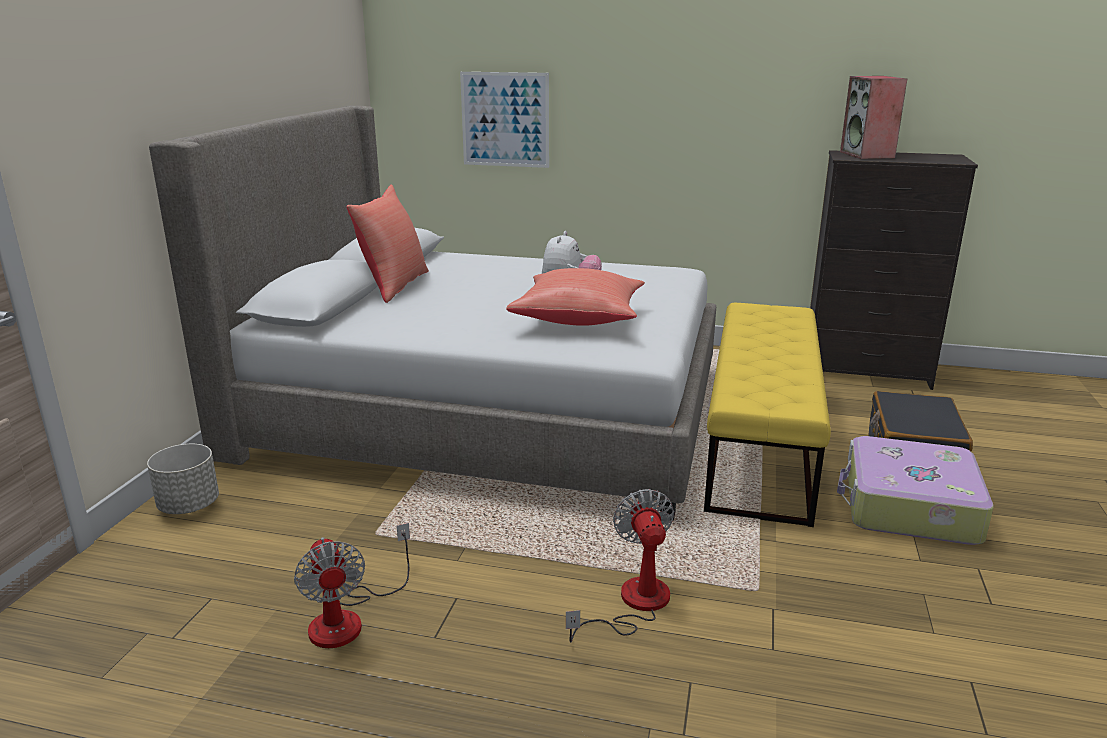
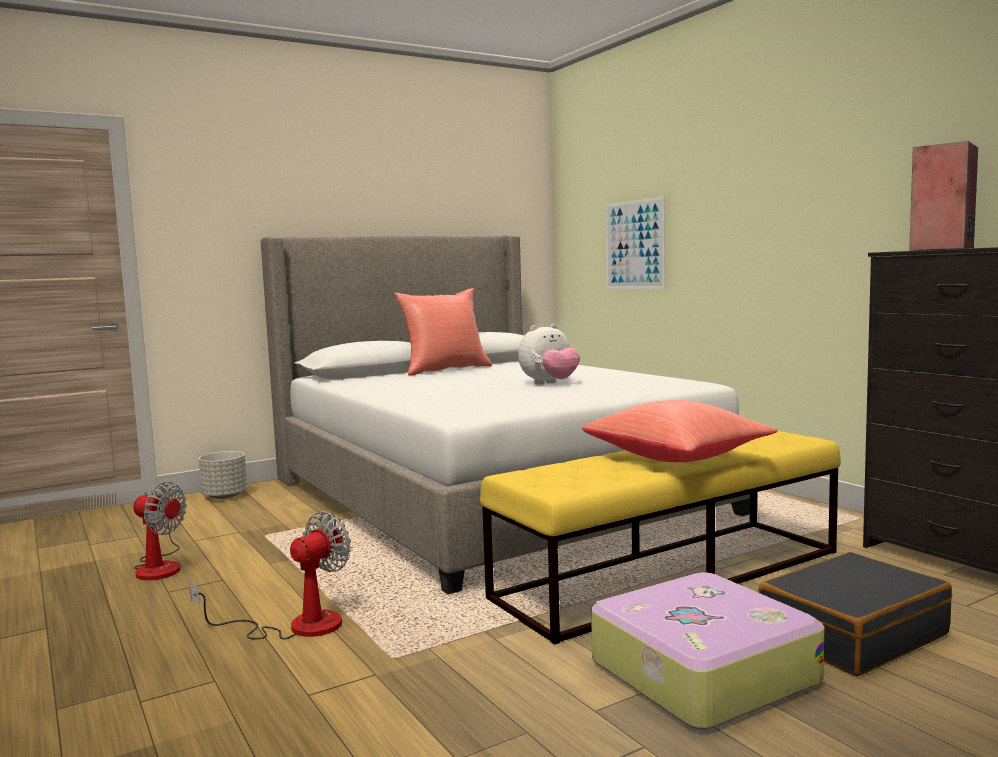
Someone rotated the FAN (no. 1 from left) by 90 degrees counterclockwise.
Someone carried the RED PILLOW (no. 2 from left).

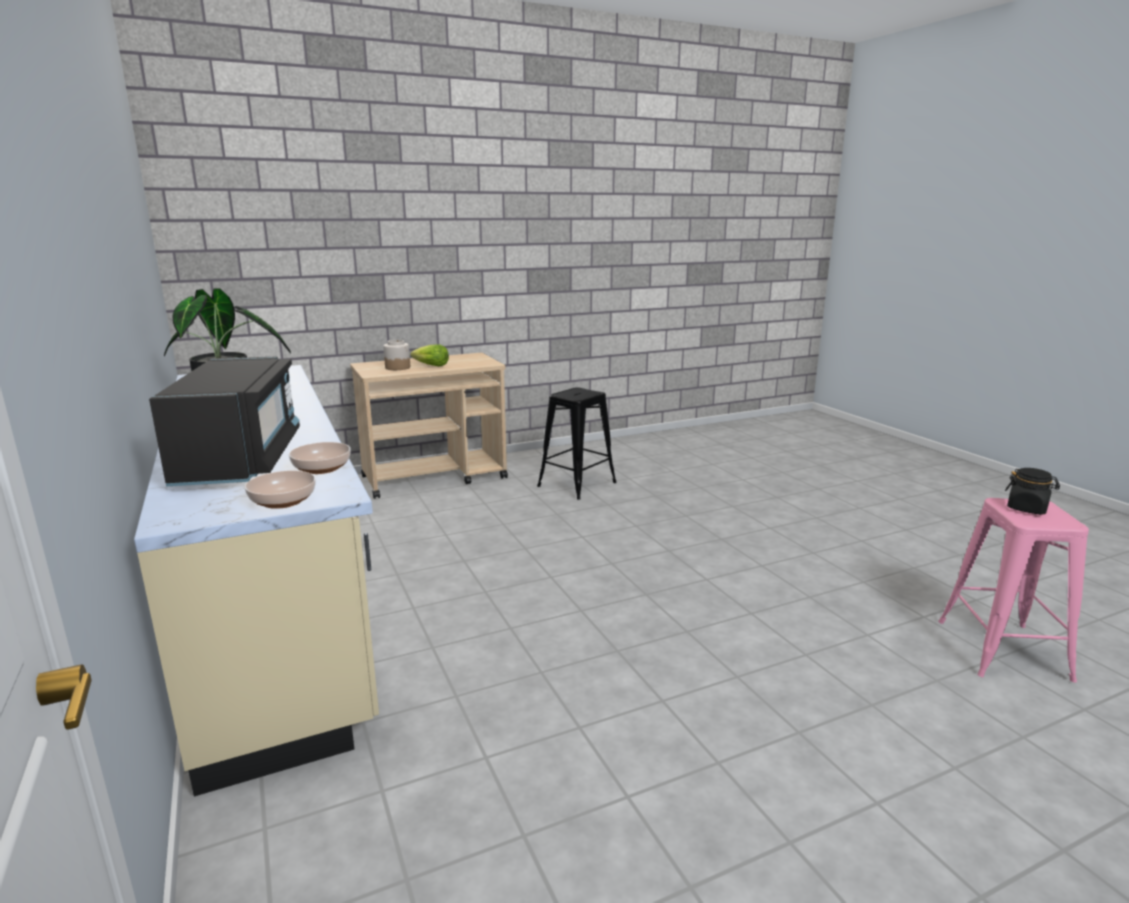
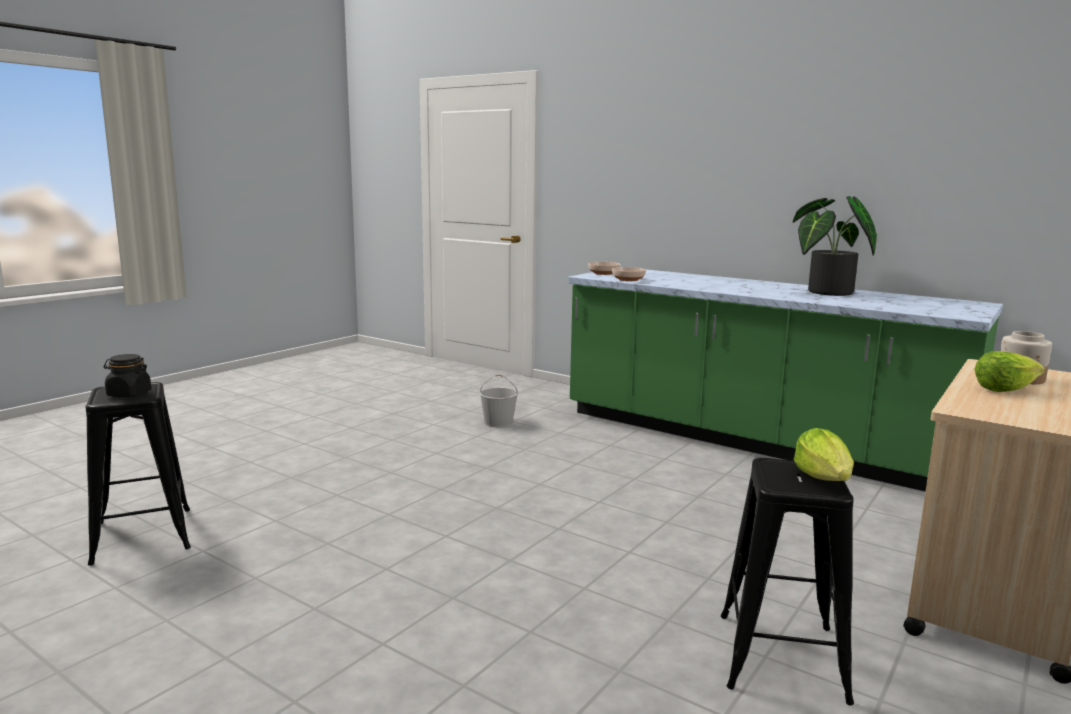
Someone repainted the PINK STOOL, which became the BLACK STOOL (no. 1 from left).
Someone put down the WHITE BUCKET.
Someone repainted the BEIGE COUNTER, which became the GREEN COUNTER.
Someone put down the LETTUCE (no. 1 from left).
Someone took away the BLACK MICROWAVE.

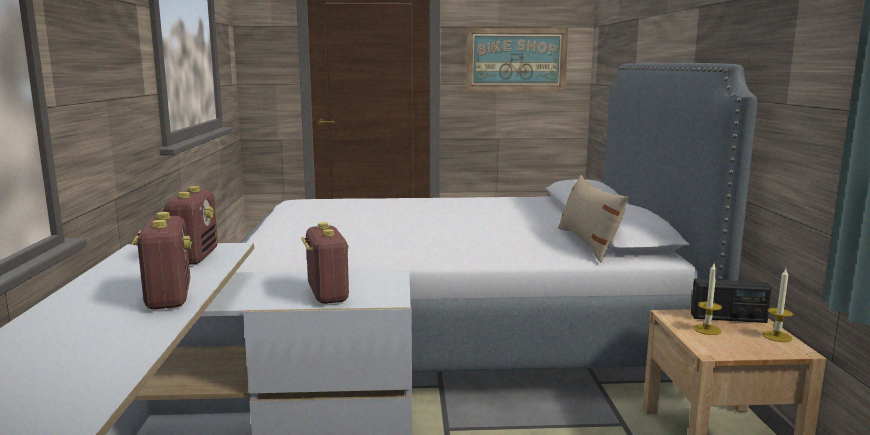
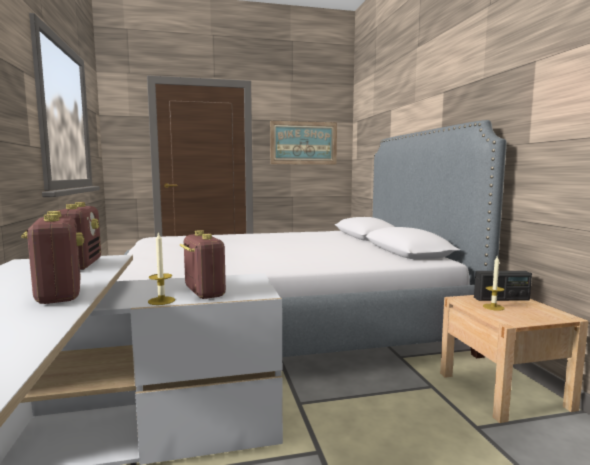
Someone carried the CANDLE (no. 2 from left in the first image).
Someone took away the BEIGE PILLOW.

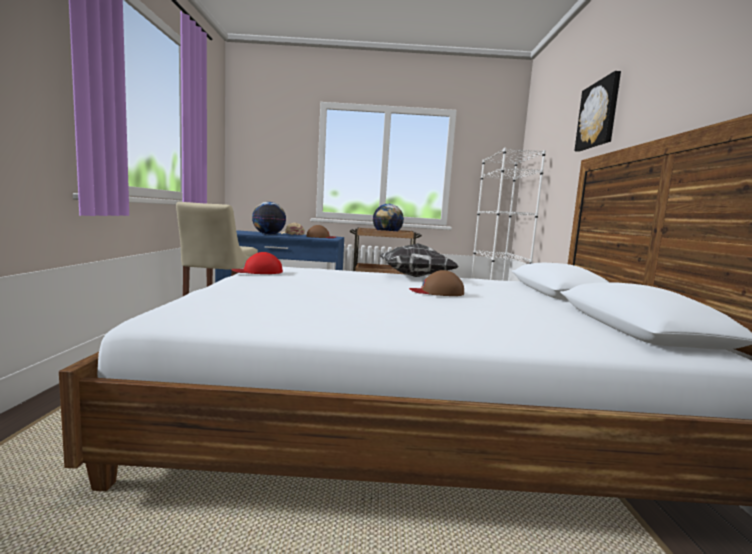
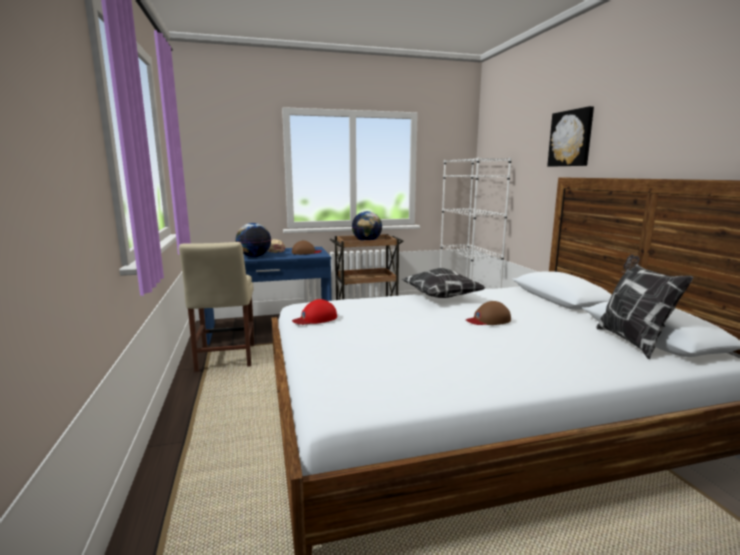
Someone put down the PILLOW (no. 2 from left).

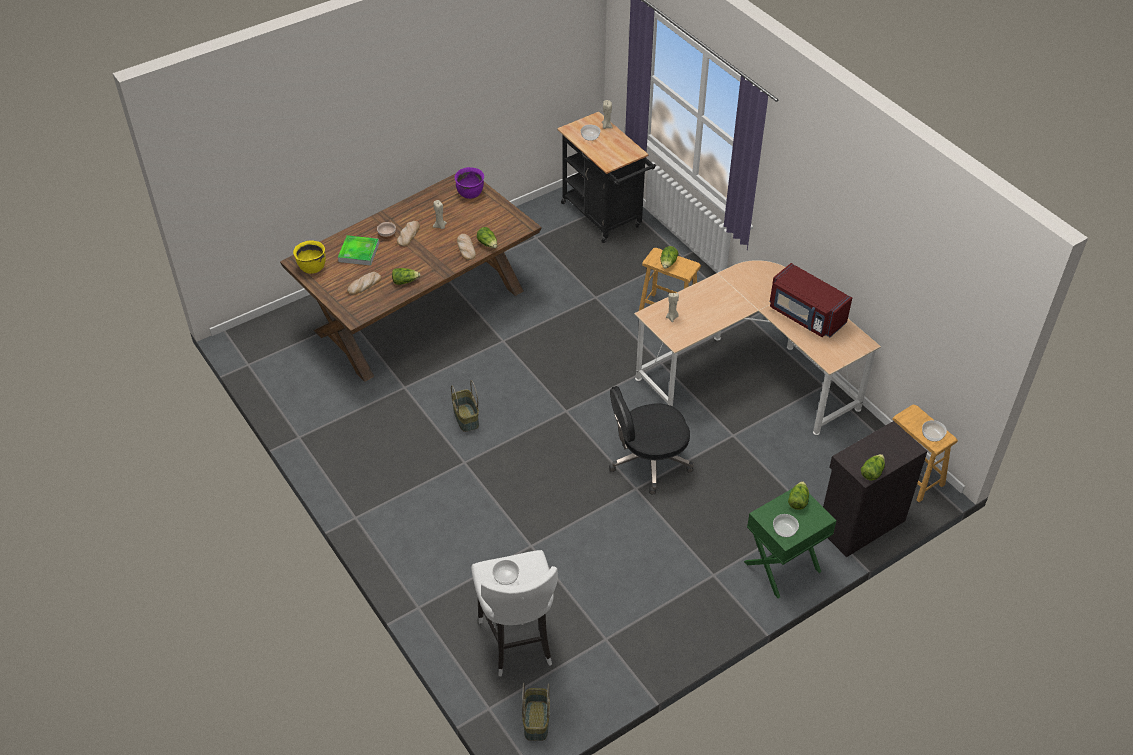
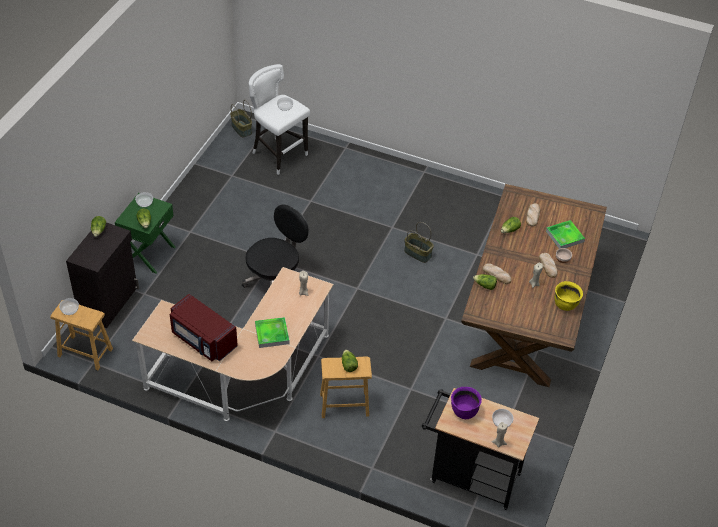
Someone rotated the RED MICROWAVE by 150 degrees counterclockwise.
Someone put down the TRAY (no. 1 from left).
Someone carried the PURPLE COOKING POT.
Someone carried the YELLOW COOKING POT.

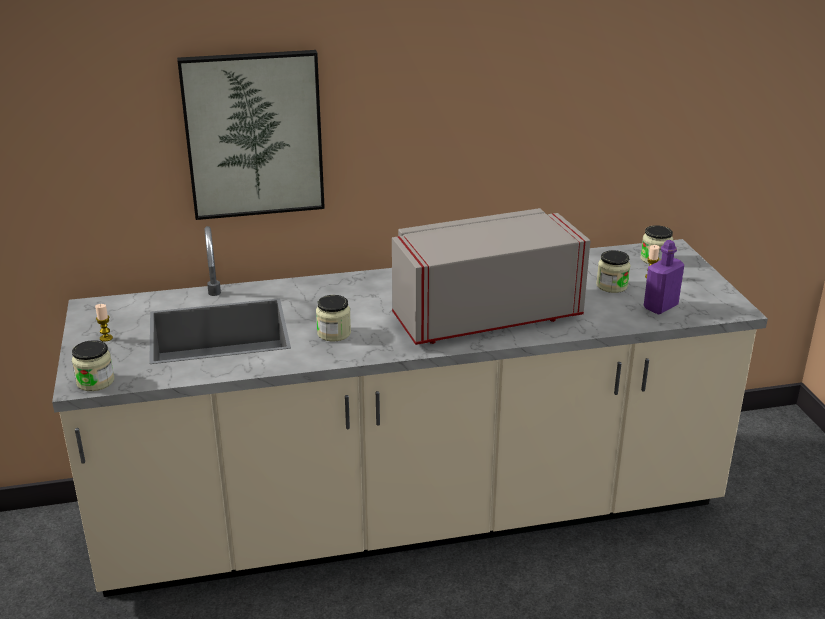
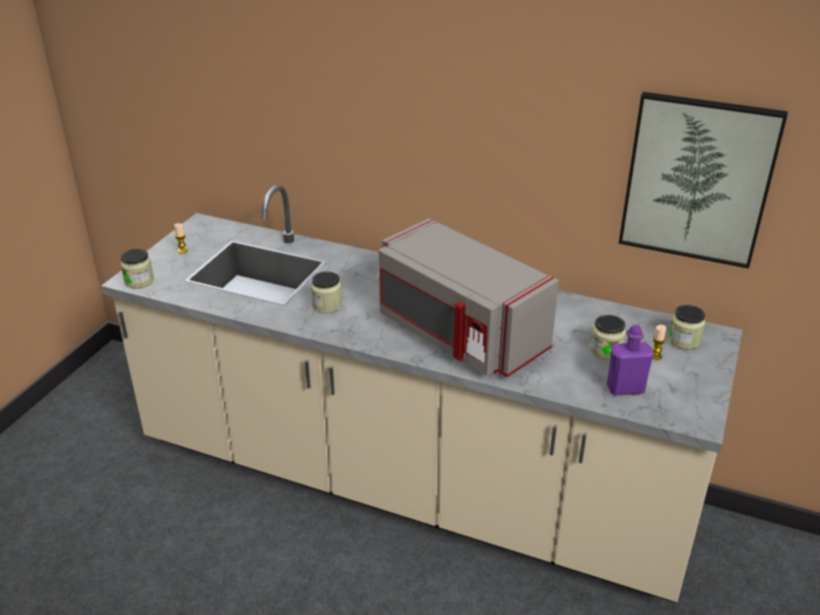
Someone rotated the GREY MICROWAVE by 150 degrees counterclockwise.
Someone carried the PICTURE.

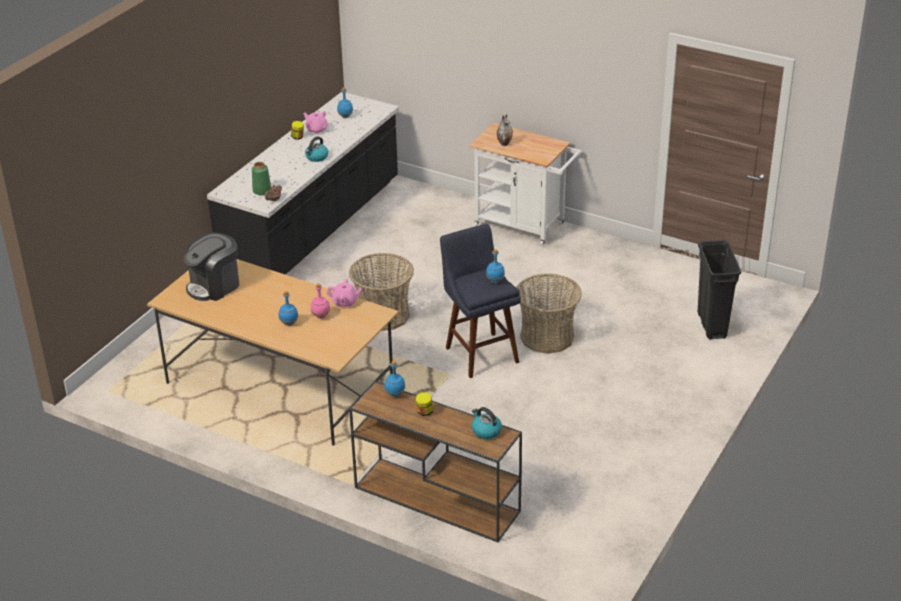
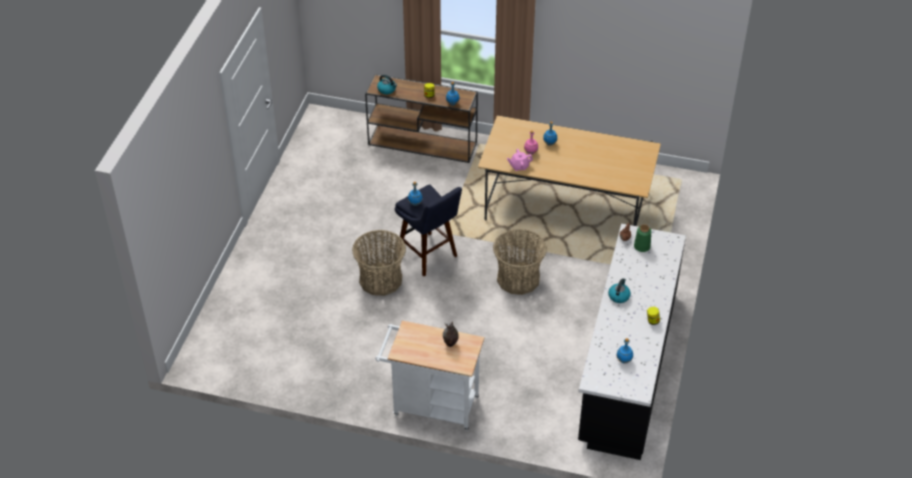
Someone took away the COFFEE MACHINE.
Someone took away the PINK TEAPOT (no. 1 from left).
Someone took away the BLACK TRASH CAN.

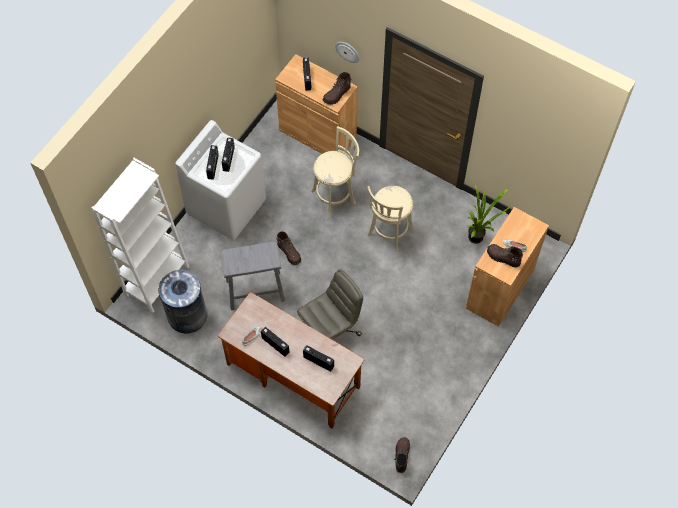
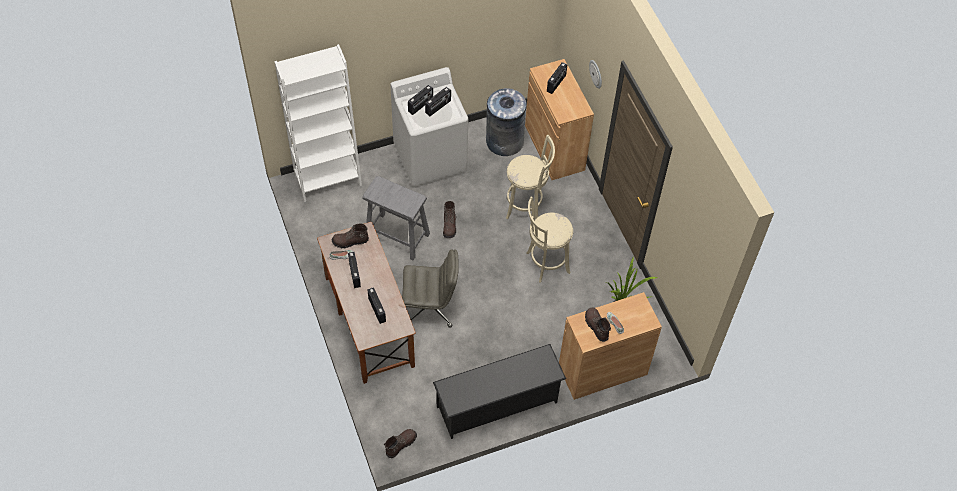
Someone carried the BROWN BOOT (no. 2 from left in the first image).
Someone put down the BLACK SHOE RACK.
Someone carried the GREY TRASH CAN.

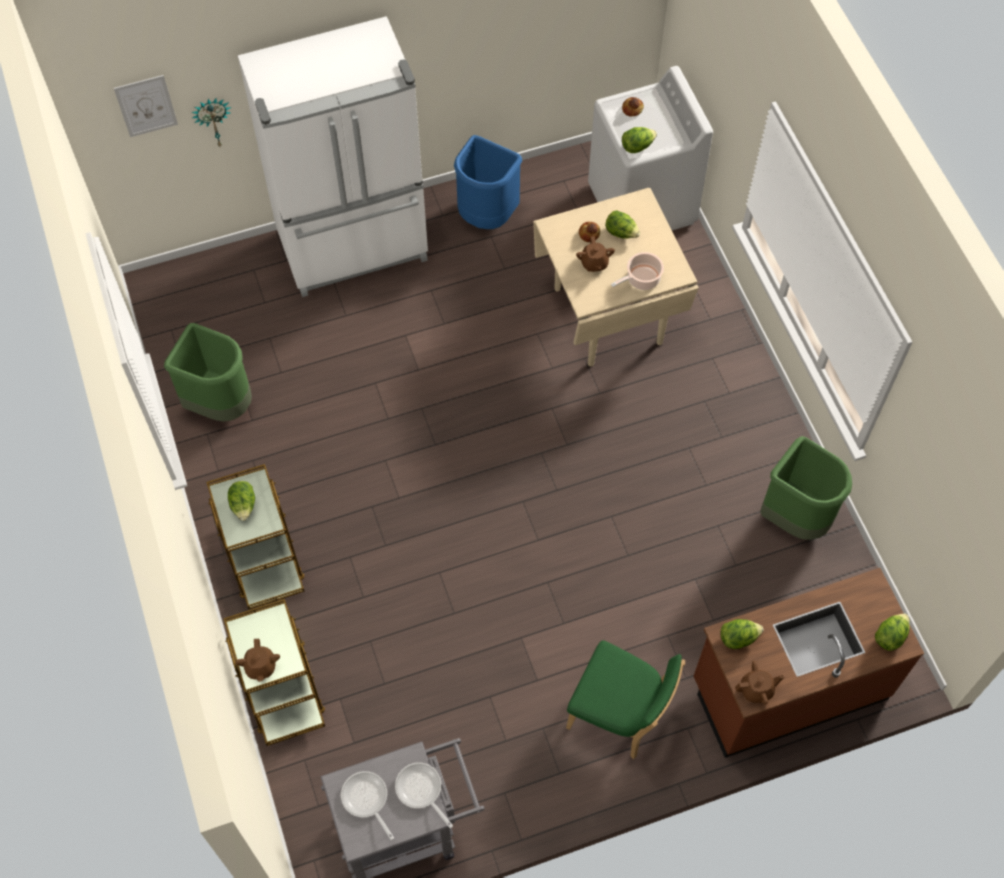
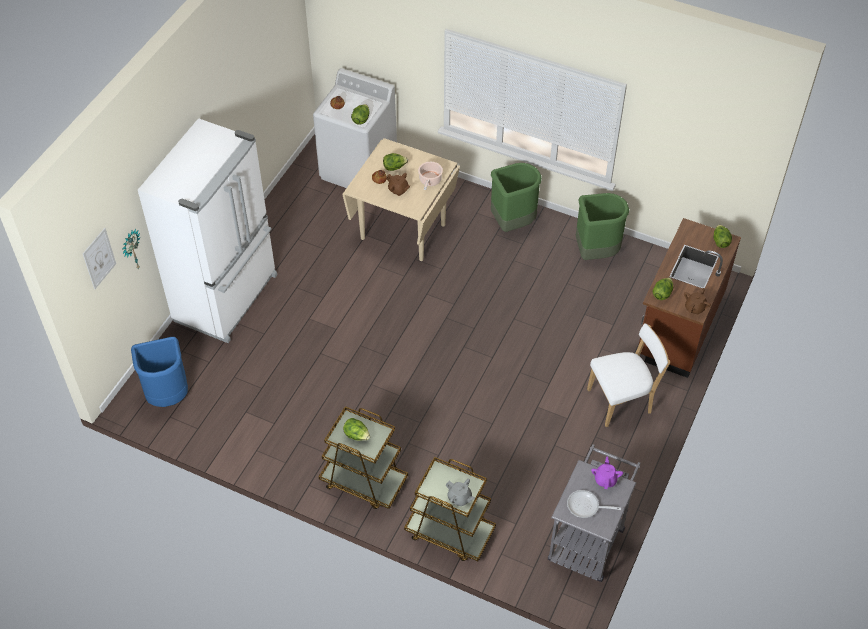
Someone carried the BLUE TRASH CAN.
Someone repainted the BROWN TEAPOT (no. 1 from left), which became the GREY TEAPOT.
Someone carried the GREEN TRASH CAN (no. 1 from left).
Someone repainted the GREEN CHAIR, which became the WHITE CHAIR.
Someone swapped the FRYING PAN (no. 2 from left) for the PURPLE TEAPOT.

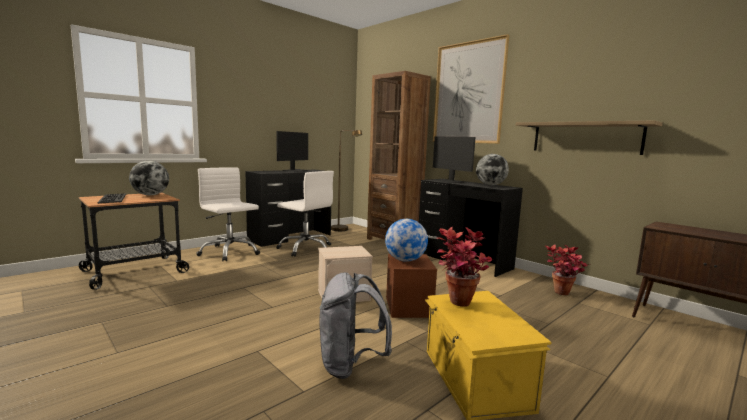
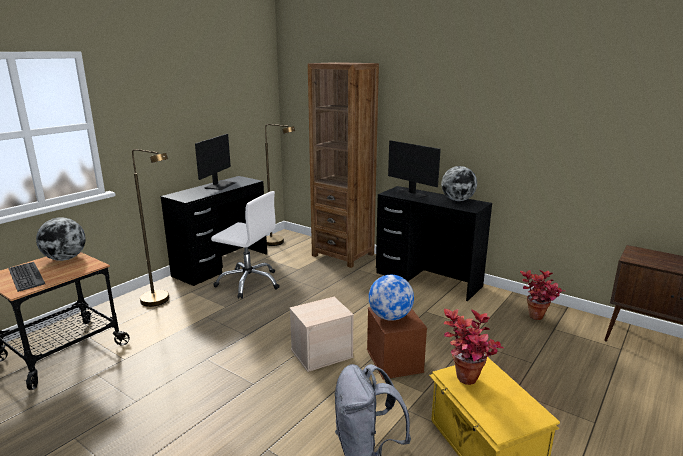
Someone swapped the WHITE OFFICE CHAIR (no. 1 from left) for the BROWN FLOOR LAMP (no. 1 from left).
Someone took away the PICTURE.
Someone took away the SHELF.

